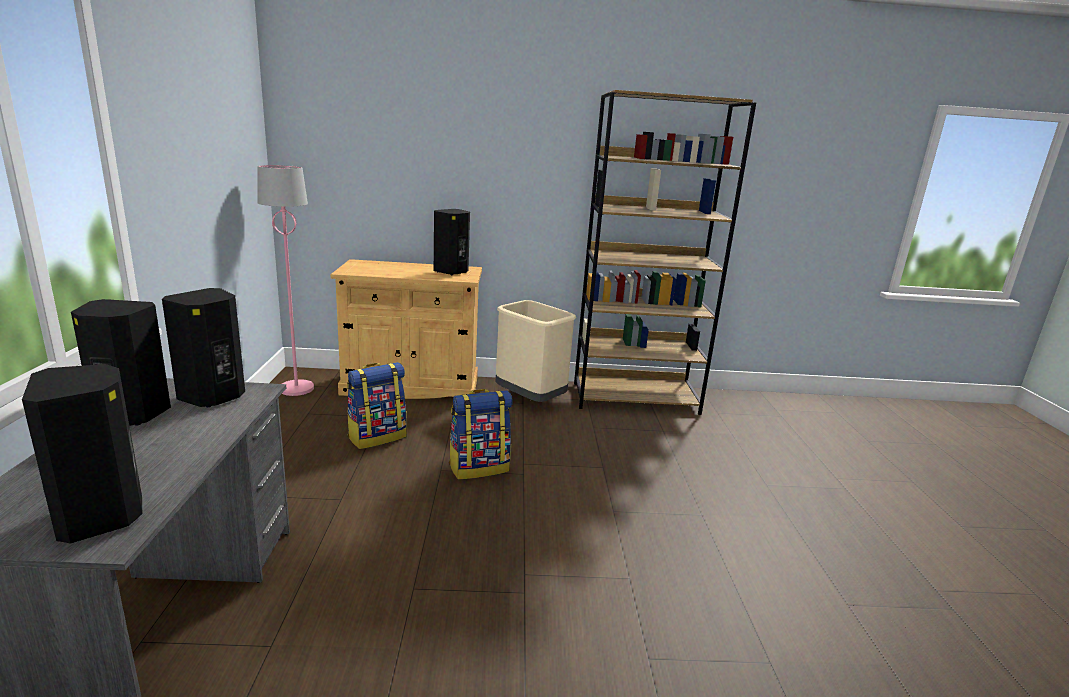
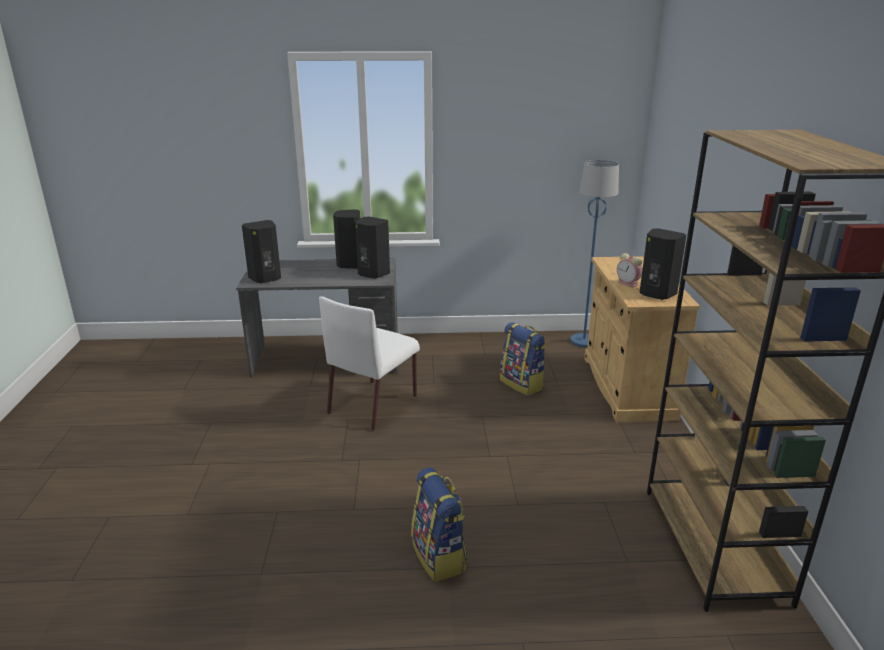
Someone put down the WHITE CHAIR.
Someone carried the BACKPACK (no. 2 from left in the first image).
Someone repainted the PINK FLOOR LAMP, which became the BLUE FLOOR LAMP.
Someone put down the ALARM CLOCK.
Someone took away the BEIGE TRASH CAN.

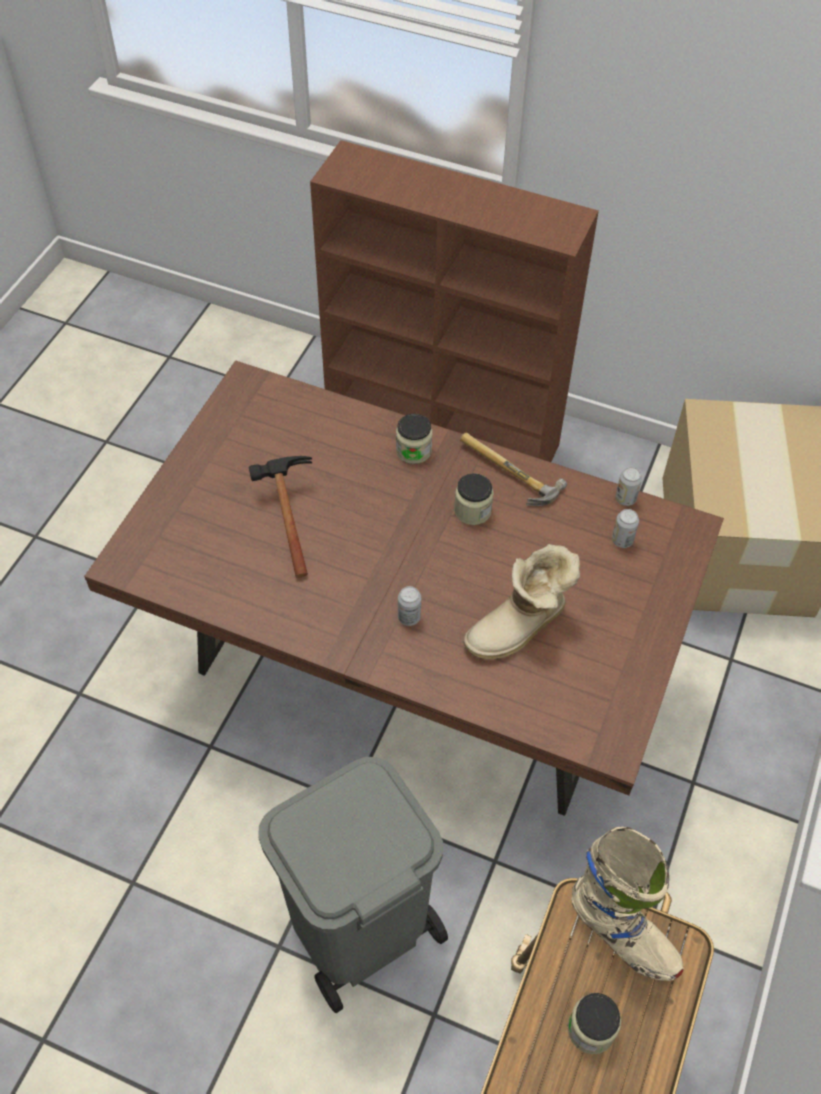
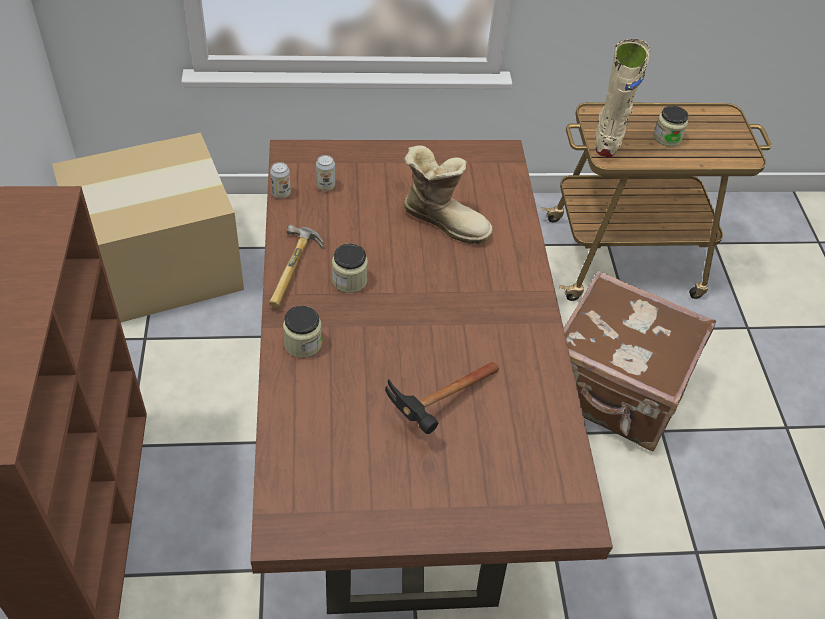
Someone swapped the GREY TRASH CAN for the BROWN SUITCASE.
Someone took away the CAN (no. 1 from left).

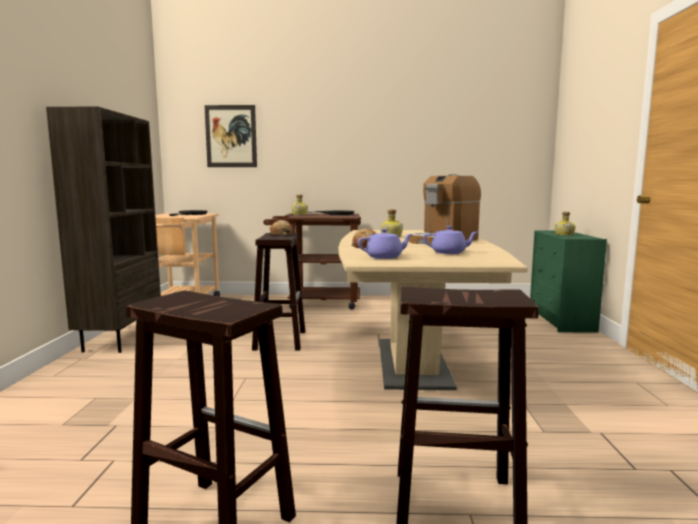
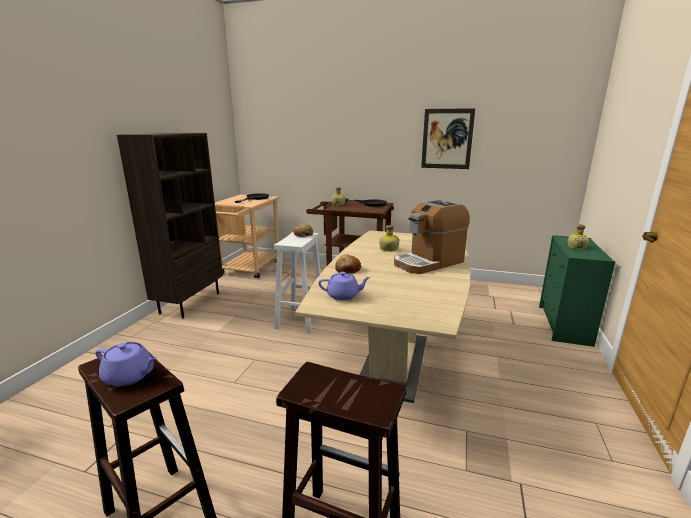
Someone carried the PURPLE TEAPOT (no. 2 from left in the first image).
Someone repainted the BROWN STOOL (no. 2 from left), which became the WHITE STOOL.
Someone carried the PICTURE.

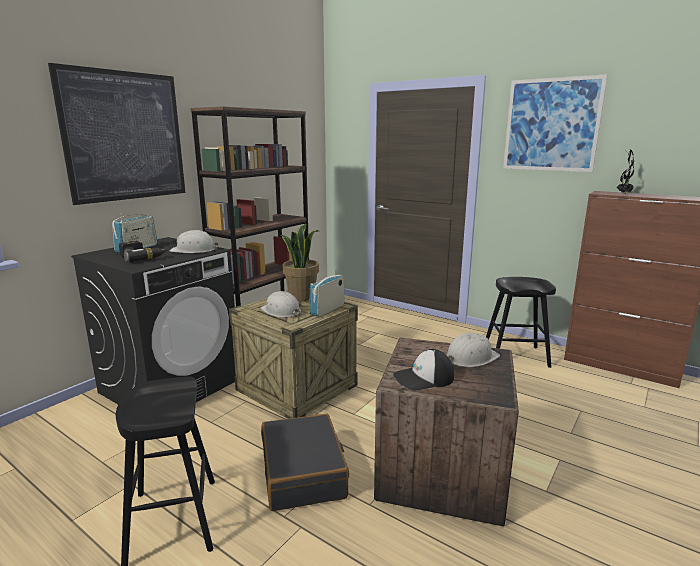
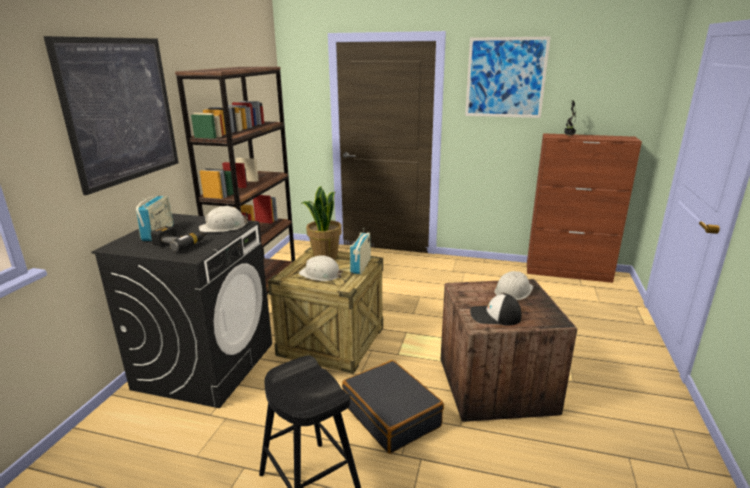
Someone rotated the CAP by 45 degrees clockwise.
Someone took away the BLACK STOOL (no. 2 from left).

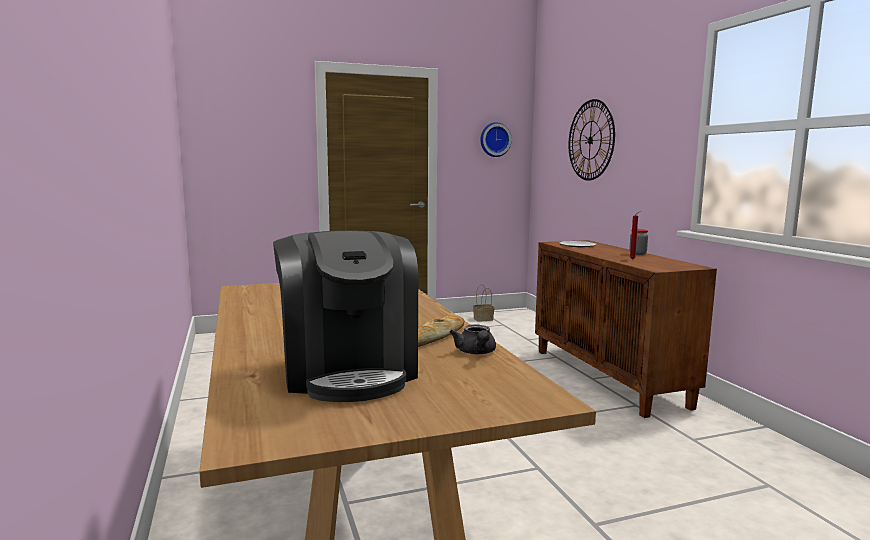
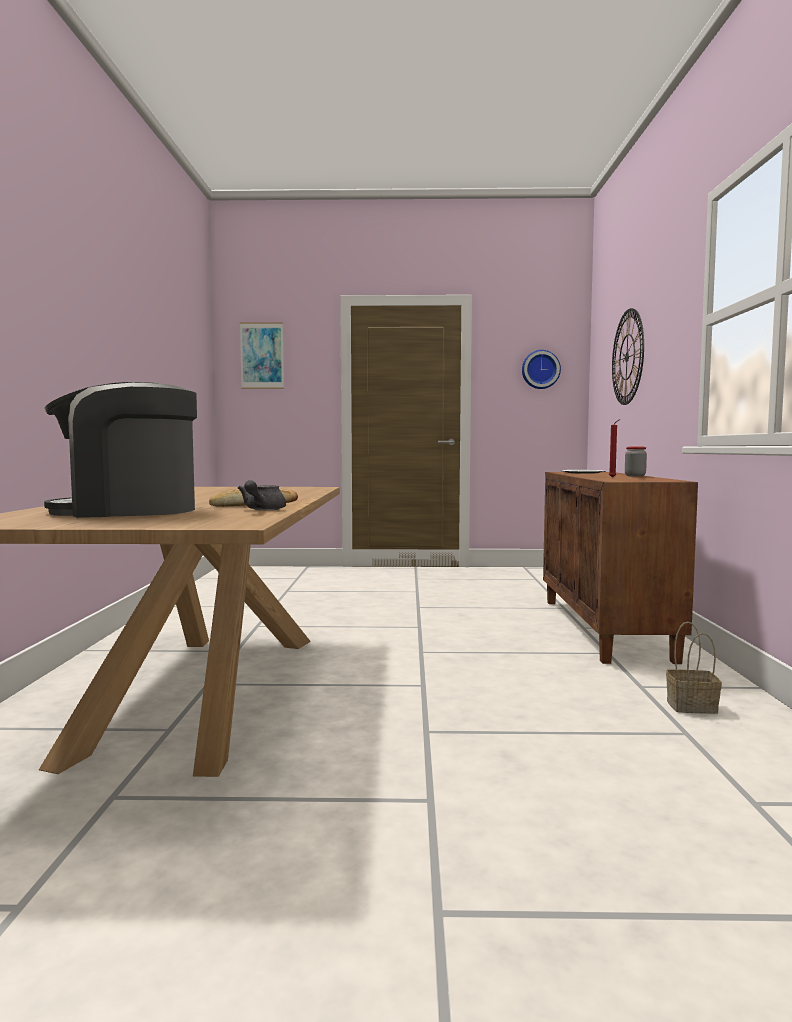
Someone rotated the COFFEE MACHINE by 75 degrees clockwise.
Someone put up the PICTURE.
Someone carried the BASKET.

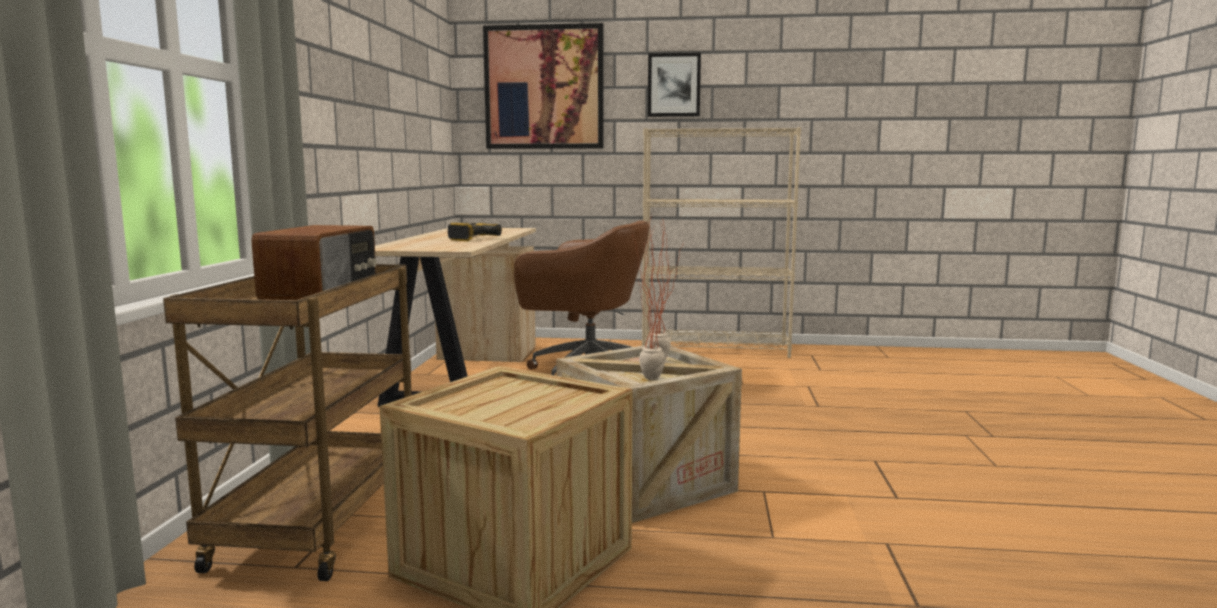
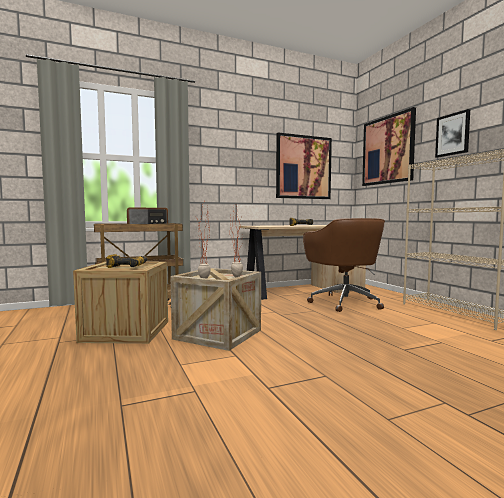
Someone put down the POWER DRILL (no. 1 from left).
Someone put up the PICTURE (no. 1 from left).

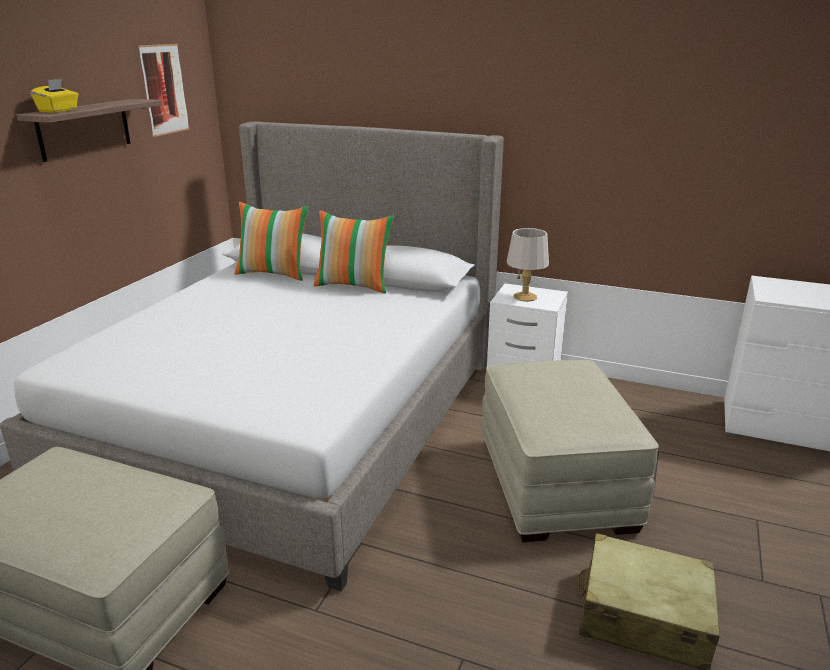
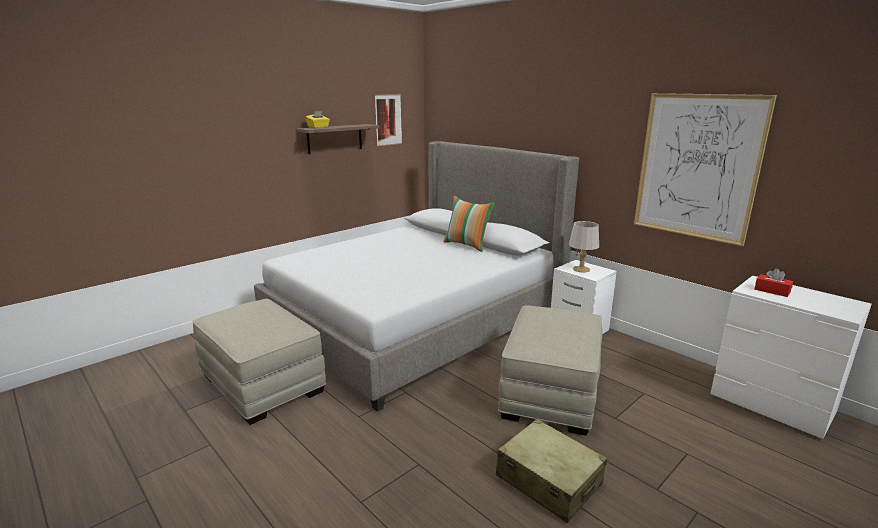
Someone put up the PICTURE (no. 2 from left).
Someone put down the RED TISSUE BOX.
Someone took away the PILLOW (no. 1 from left).

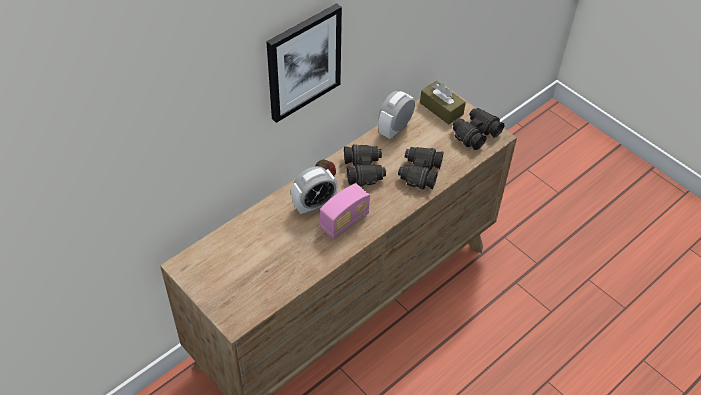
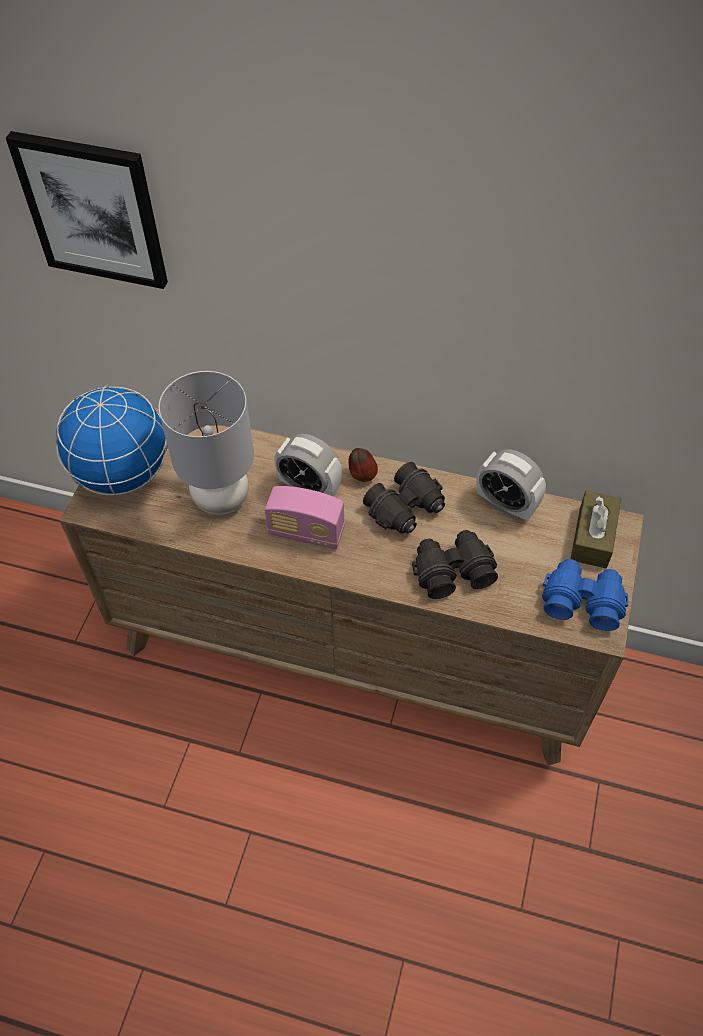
Someone carried the PICTURE.
Someone put down the GLOBE.
Someone put down the GREY TABLE LAMP.
Someone rotated the ALARM CLOCK (no. 2 from left) by 150 degrees counterclockwise.
Someone repainted the BLACK BINOCULARS (no. 3 from left), which became the BLUE BINOCULARS.

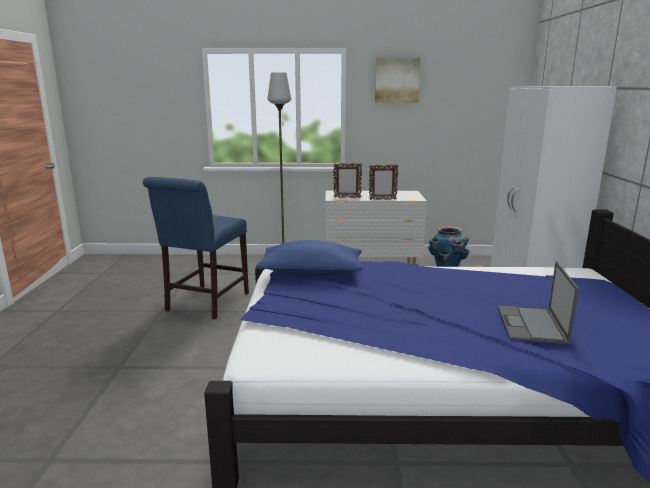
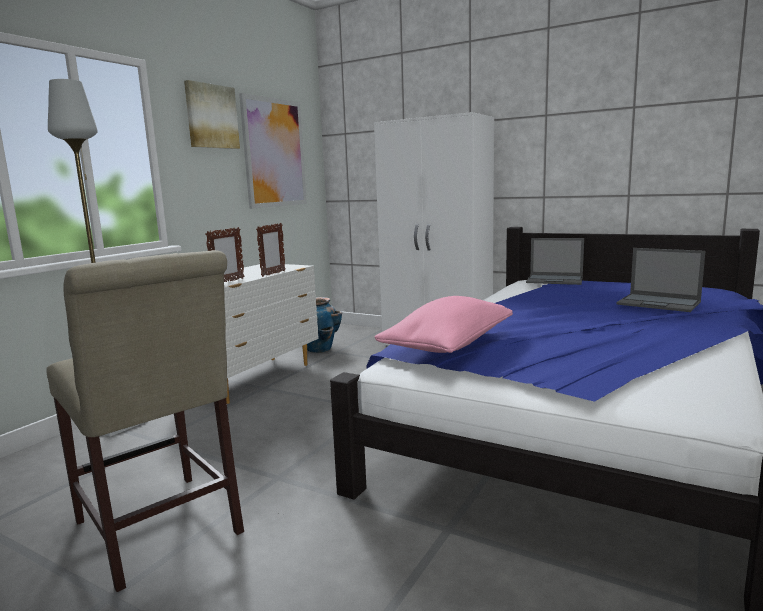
Someone repainted the BLUE CHAIR, which became the BEIGE CHAIR.
Someone put up the PICTURE (no. 2 from left).
Someone repainted the BLUE PILLOW, which became the PINK PILLOW.
Someone put down the LAPTOP (no. 1 from left).

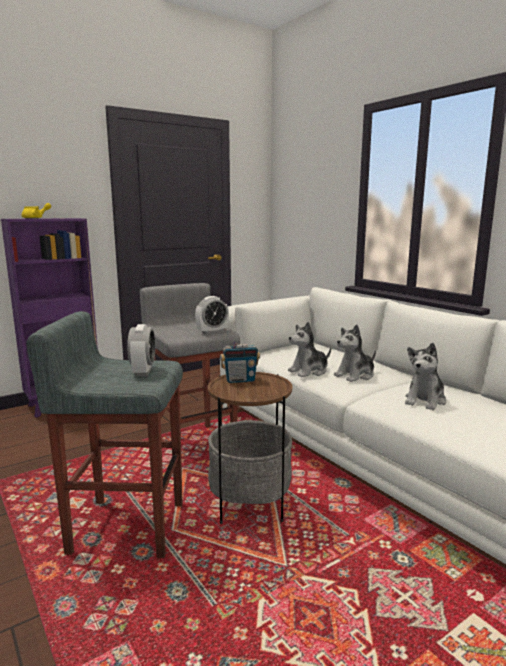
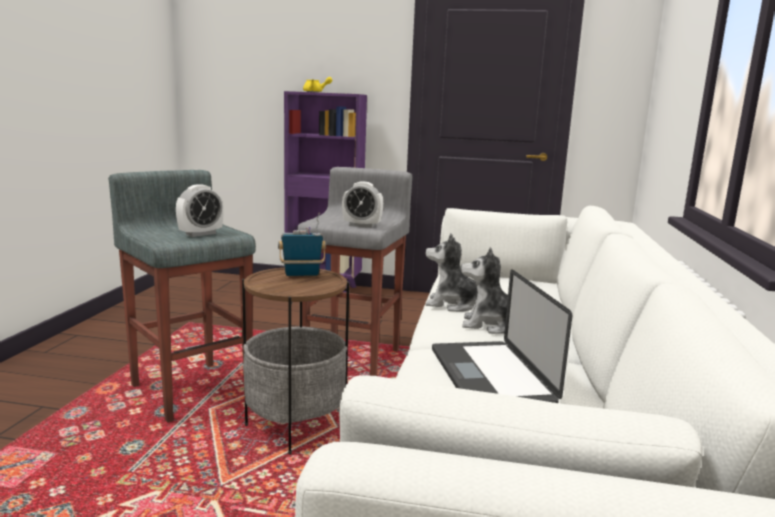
Someone rotated the RADIO by 135 degrees clockwise.
Someone swapped the PLUSH TOY (no. 3 from left) for the LAPTOP.

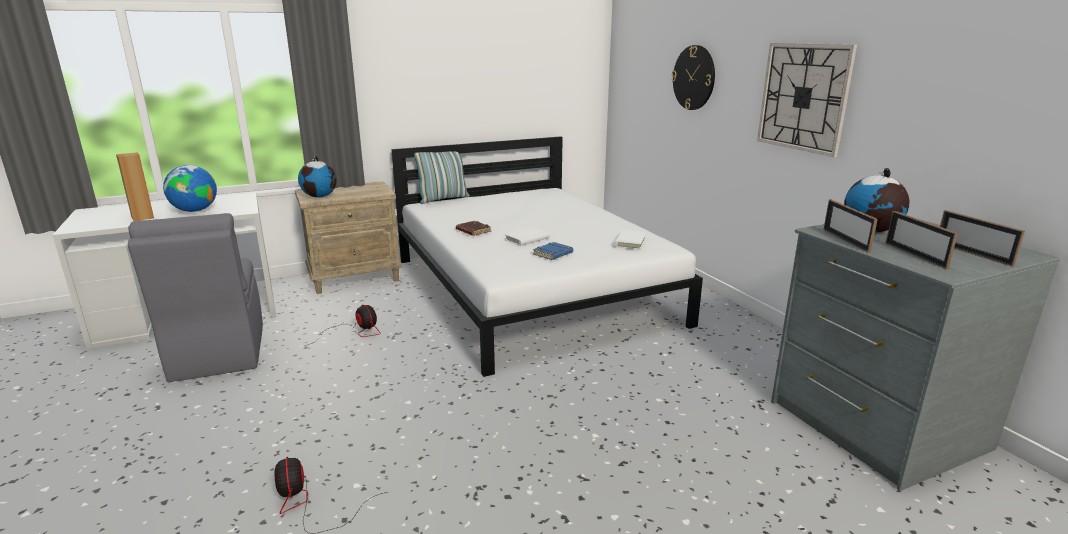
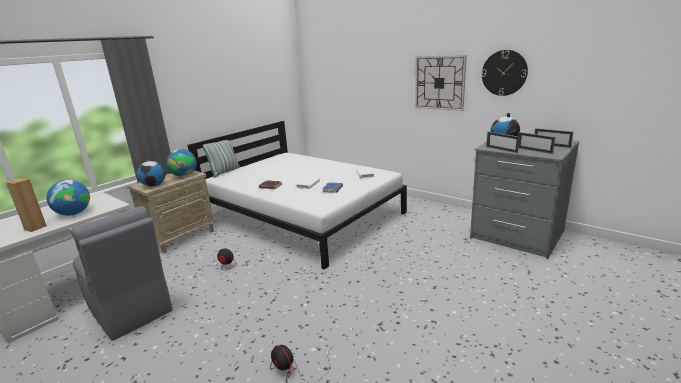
Someone put down the GLOBE (no. 3 from left).
Someone carried the WALL CLOCK (no. 1 from left in the first image).

